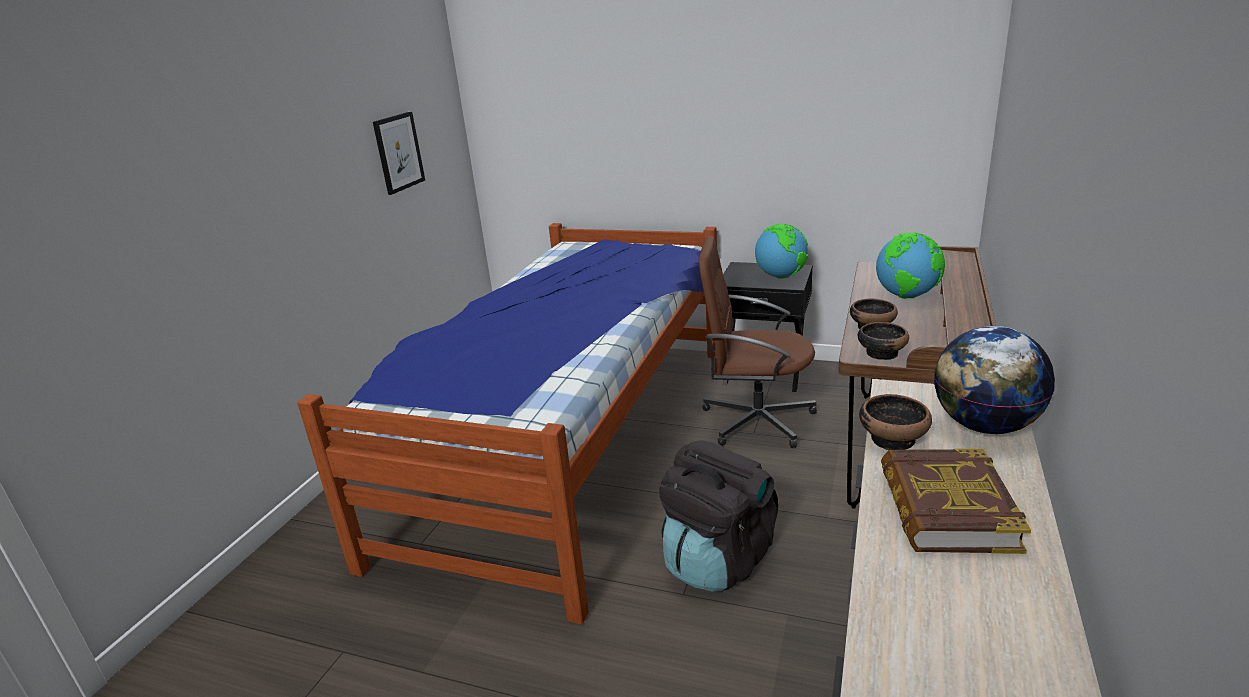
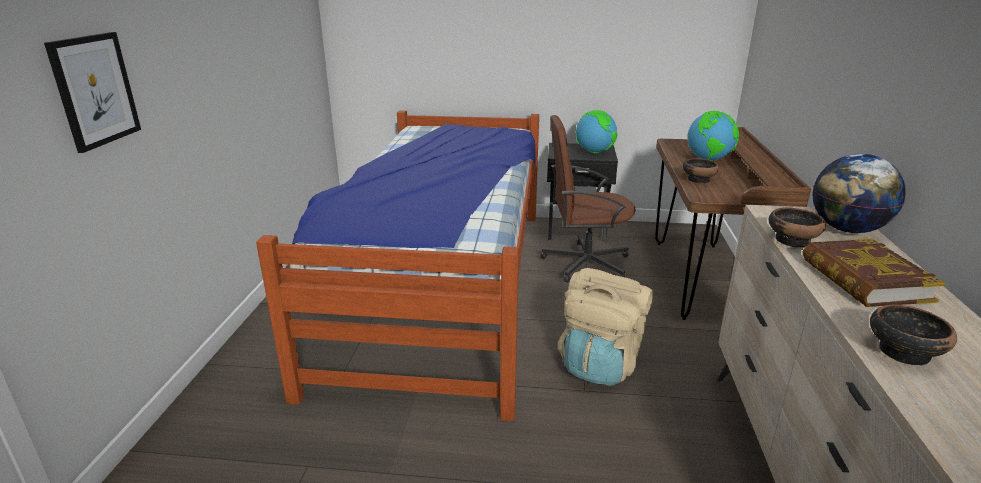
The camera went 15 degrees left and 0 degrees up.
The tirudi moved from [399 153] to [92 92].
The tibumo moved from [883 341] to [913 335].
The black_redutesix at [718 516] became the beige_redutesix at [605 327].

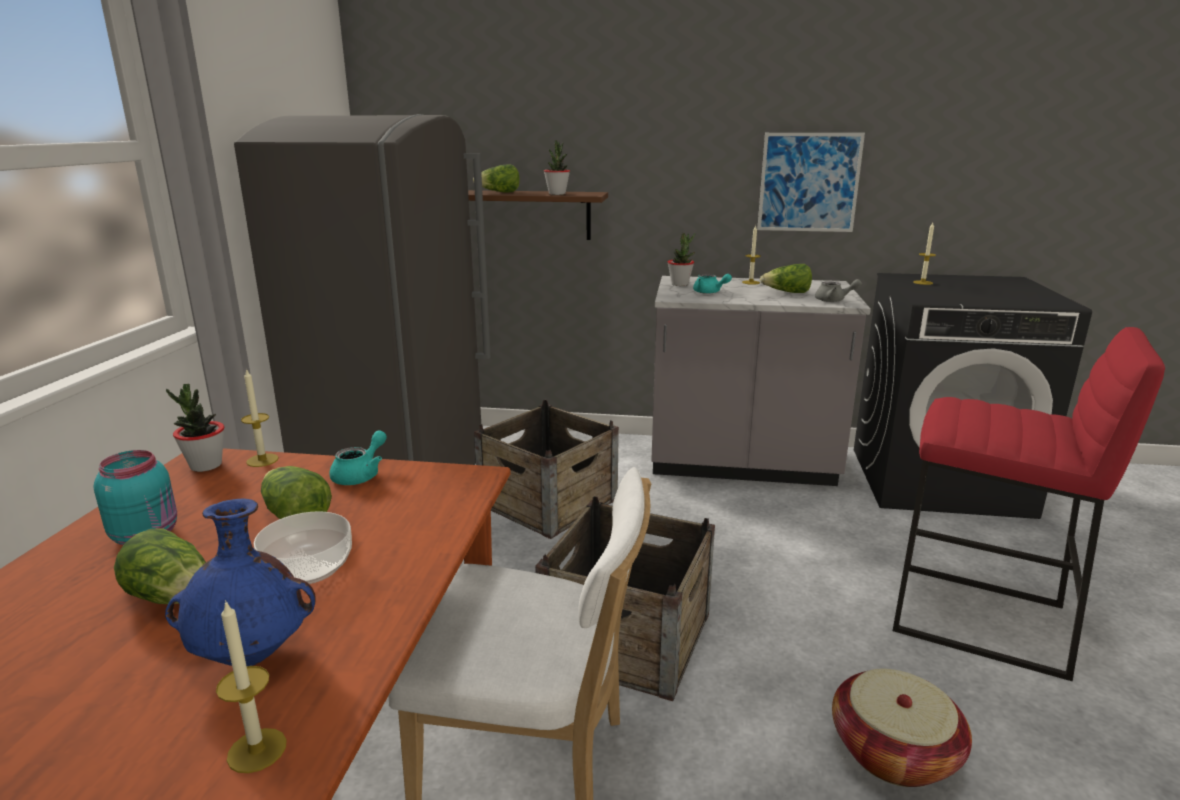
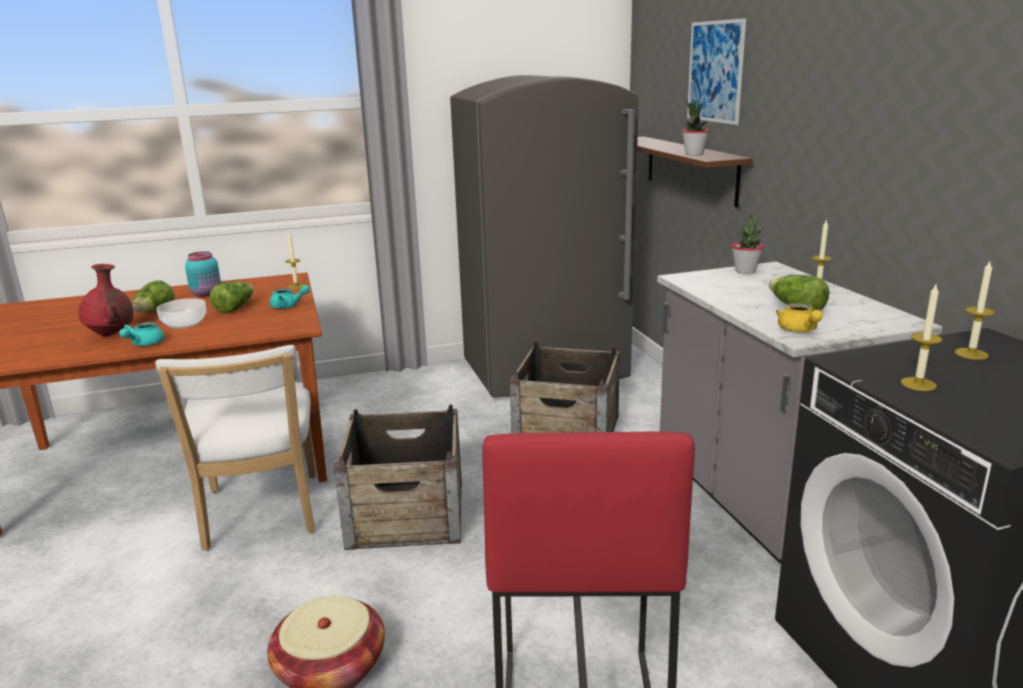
The camera went 65 degrees right and 0 degrees up.
The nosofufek at [195 428] disappeared.
The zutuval at [496 178] disappeared.
The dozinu moved from [251 686] to [922 338].
The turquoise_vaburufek moved from [712 284] to [142 334].
The tirudi moved from [811 182] to [716 71].
The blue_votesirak at [240 582] became the red_votesirak at [106 300].
The grey_vaburufek at [838 290] became the yellow_vaburufek at [799 317].

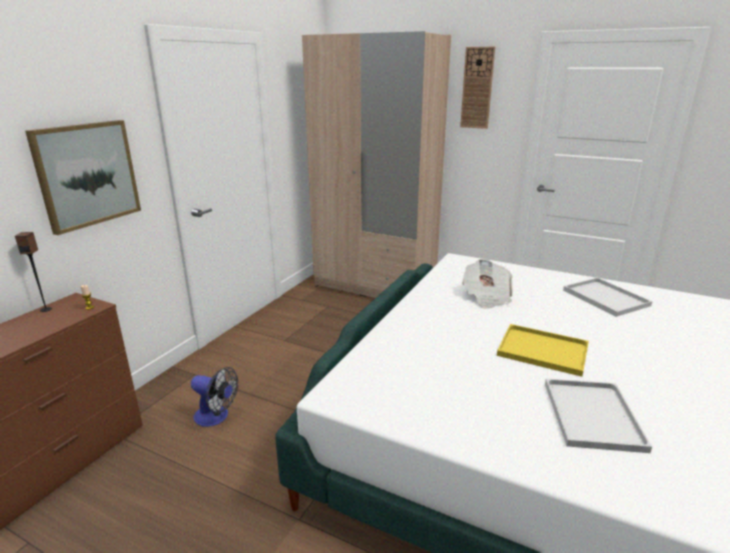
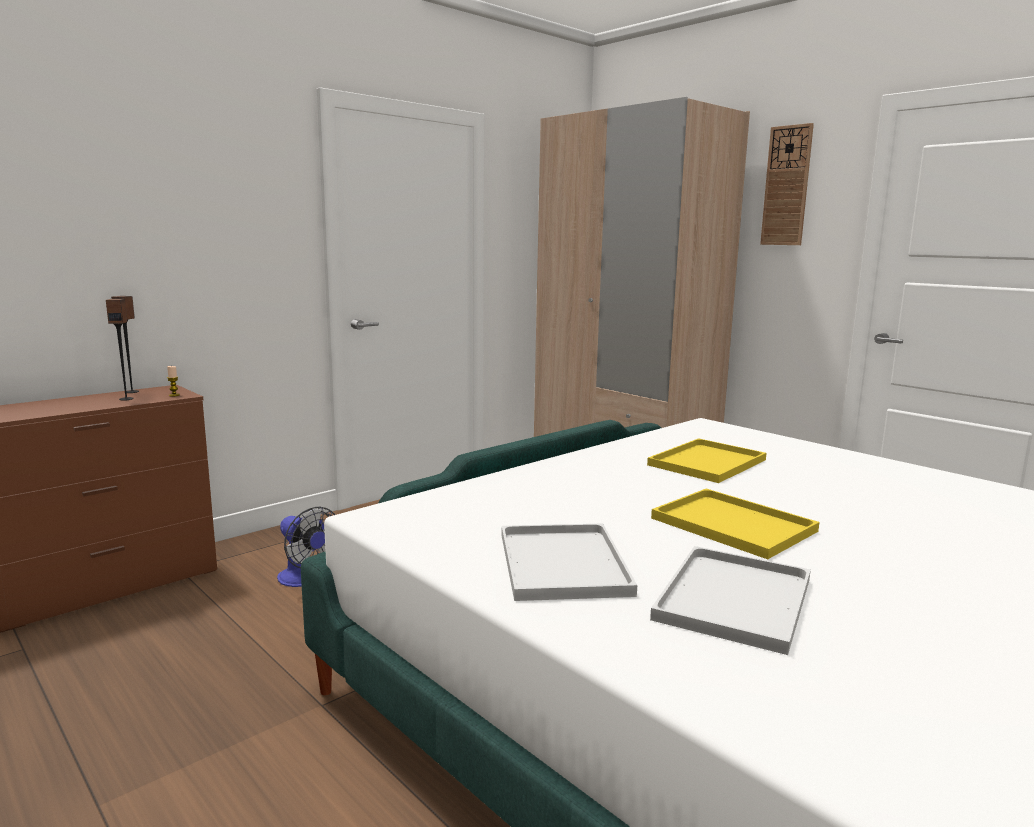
The camera went 20 degrees right and 10 degrees down.
The tirudi at [83 177] disappeared.
The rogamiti at [120 350] appeared.
The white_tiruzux moved from [607 297] to [569 562].
The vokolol at [487 284] was replaced by the yellow_tiruzux at [706 460].

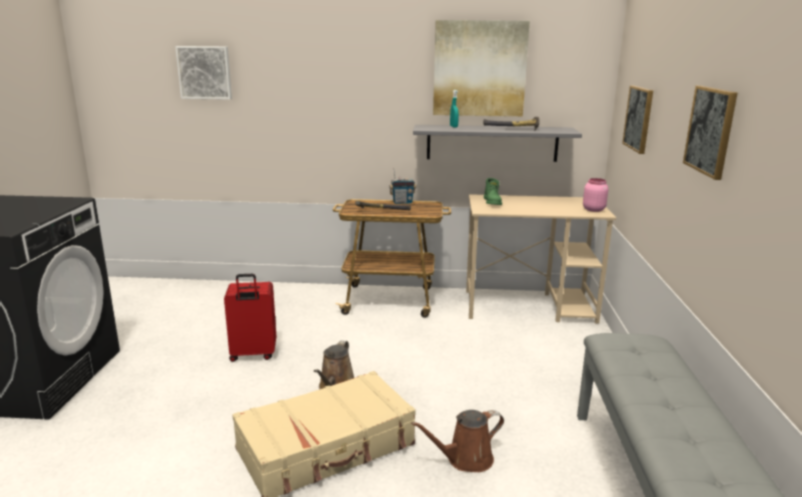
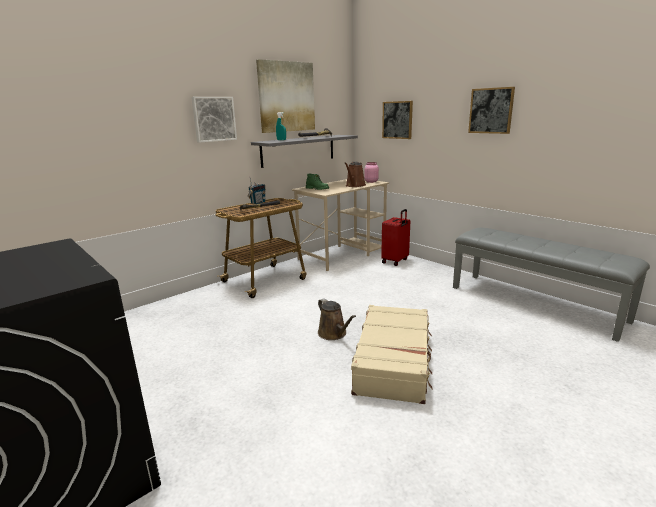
The camera went 45 degrees left and 0 degrees up.
The tirudi moved from [203 73] to [214 120].
The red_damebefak moved from [250 318] to [395 237].
The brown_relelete moved from [457 441] to [355 174].

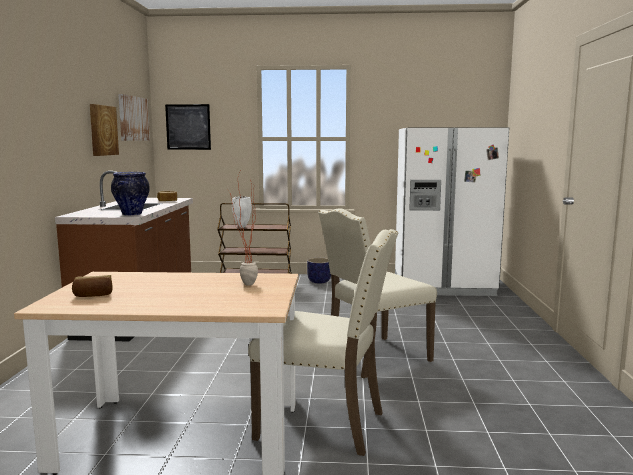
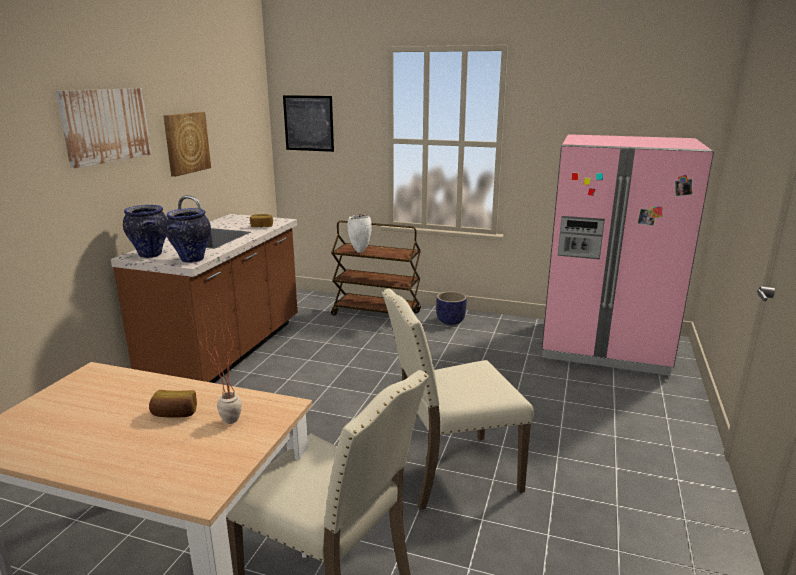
The camera went 15 degrees right and 10 degrees up.
The votesirak at [145 231] appeared.
The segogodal moved from [92 286] to [173 404].
The tirudi moved from [134 117] to [104 128].
The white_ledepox at [452 211] became the pink_ledepox at [628 255].

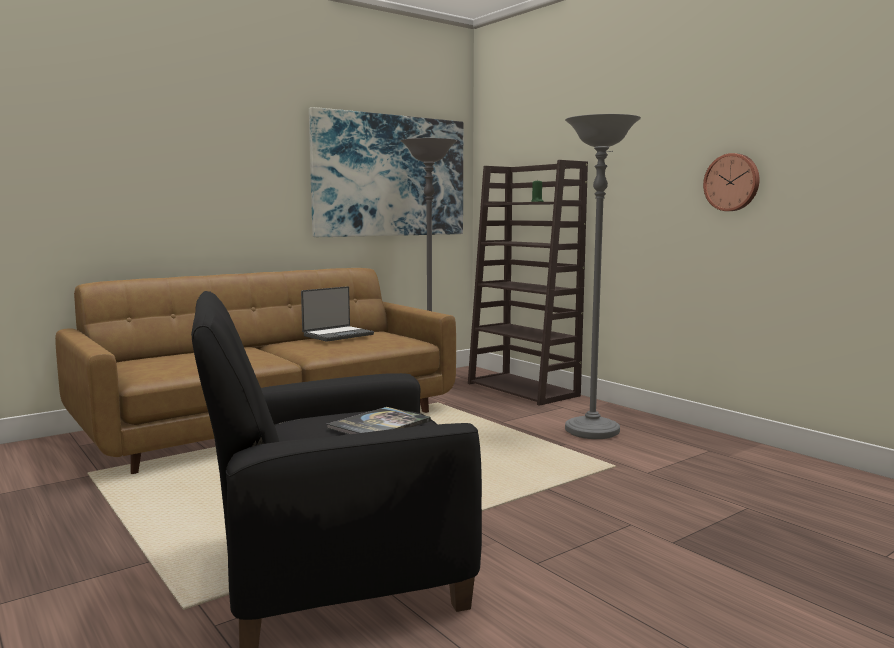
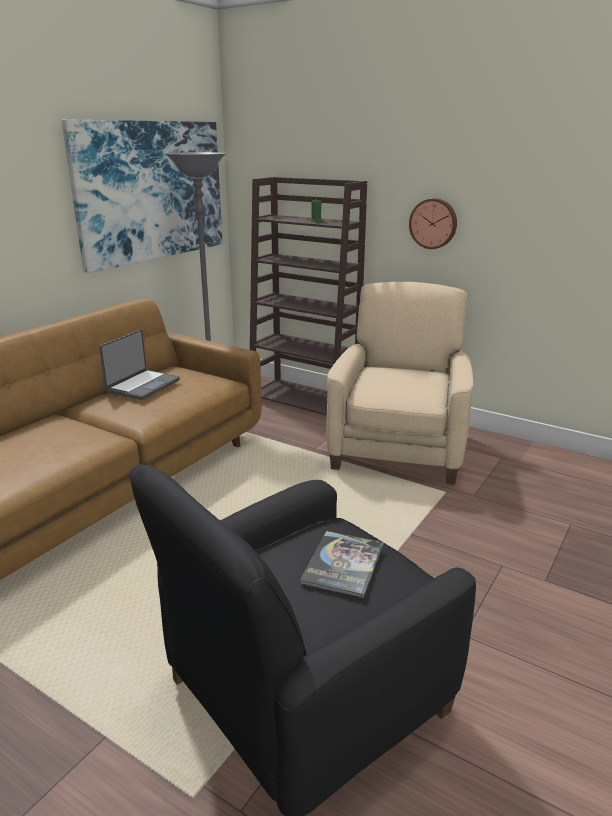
The camera went 20 degrees left and 15 degrees up.
The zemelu moved from [731 182] to [433 223].
The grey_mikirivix at [603 276] was replaced by the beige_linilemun at [400 383].

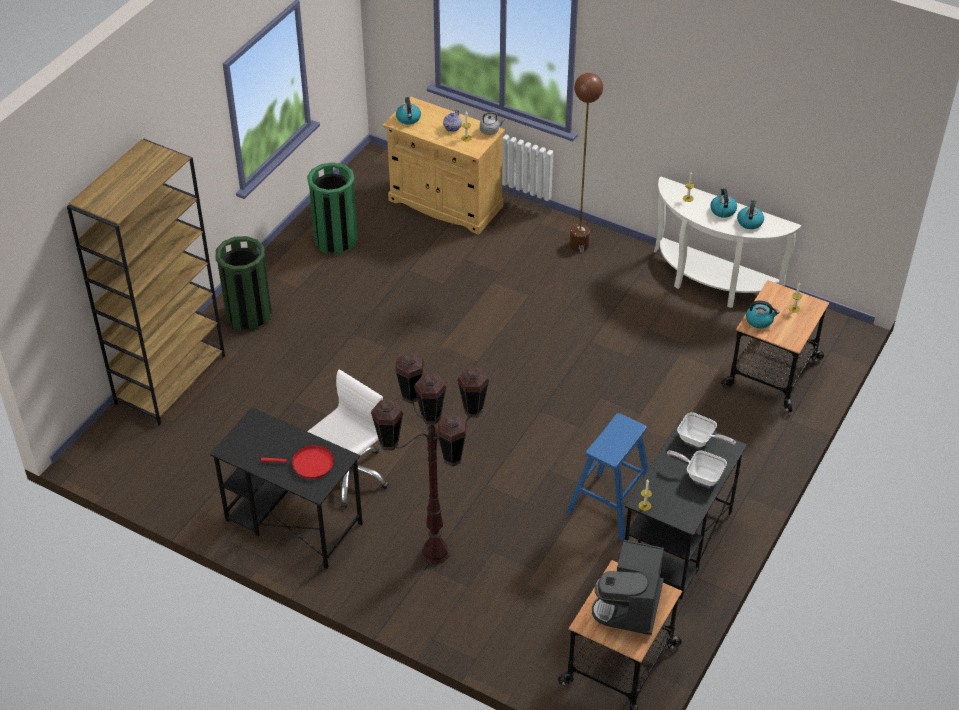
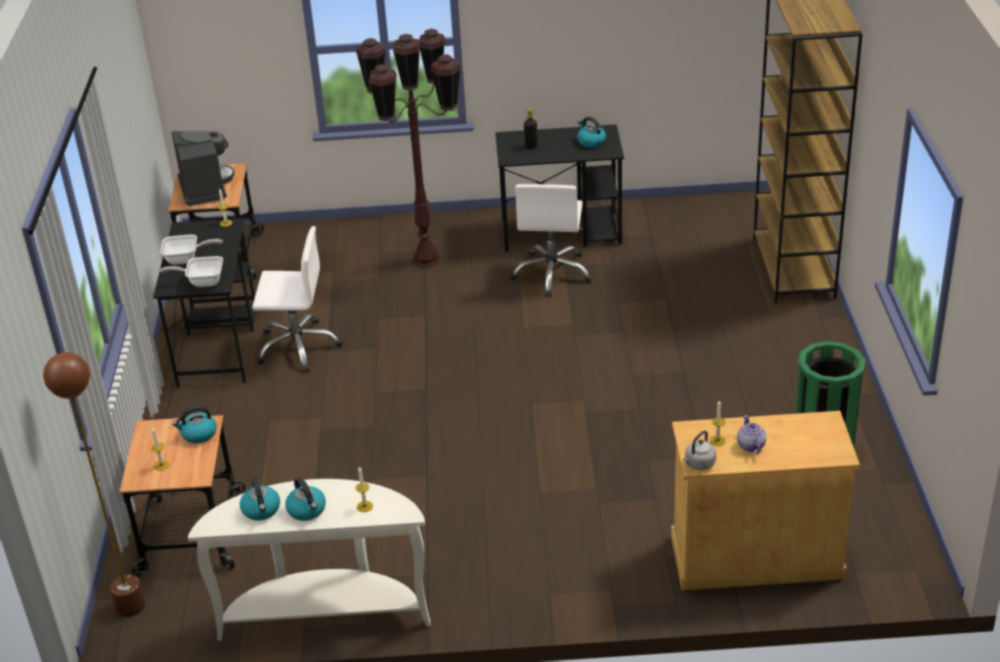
The camera went 150 degrees right and 10 degrees down.
The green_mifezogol at [243 283] disappeared.
The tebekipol moved from [408 111] to [591 132].
The brown_mikirivix moved from [586 162] to [94 484].
The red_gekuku at [297 462] was replaced by the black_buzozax at [530 129].
The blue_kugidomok at [607 477] was replaced by the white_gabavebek at [297 299].

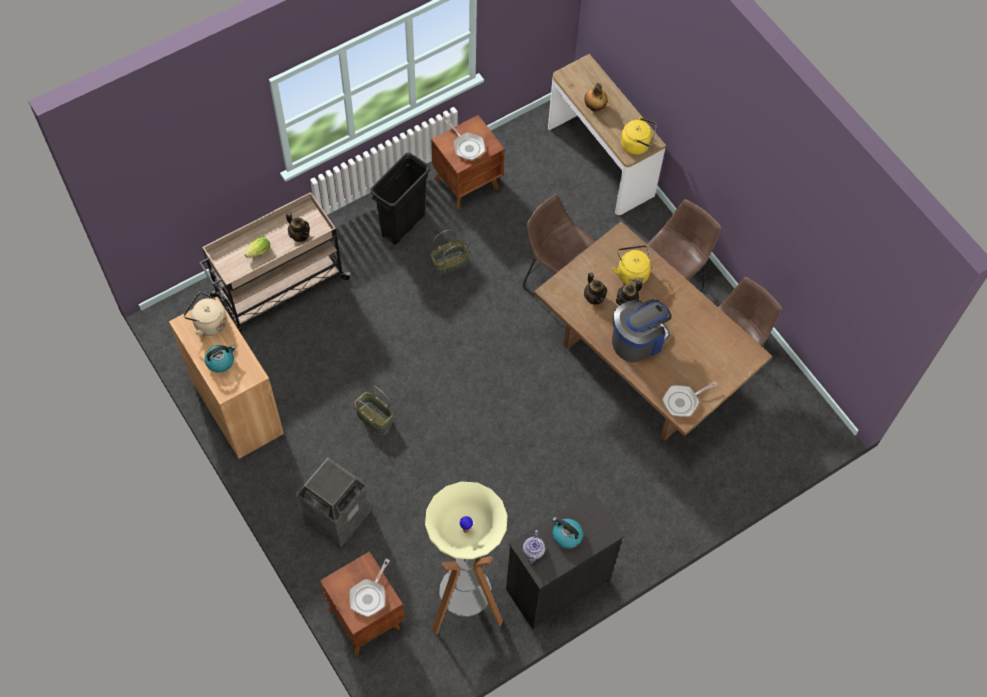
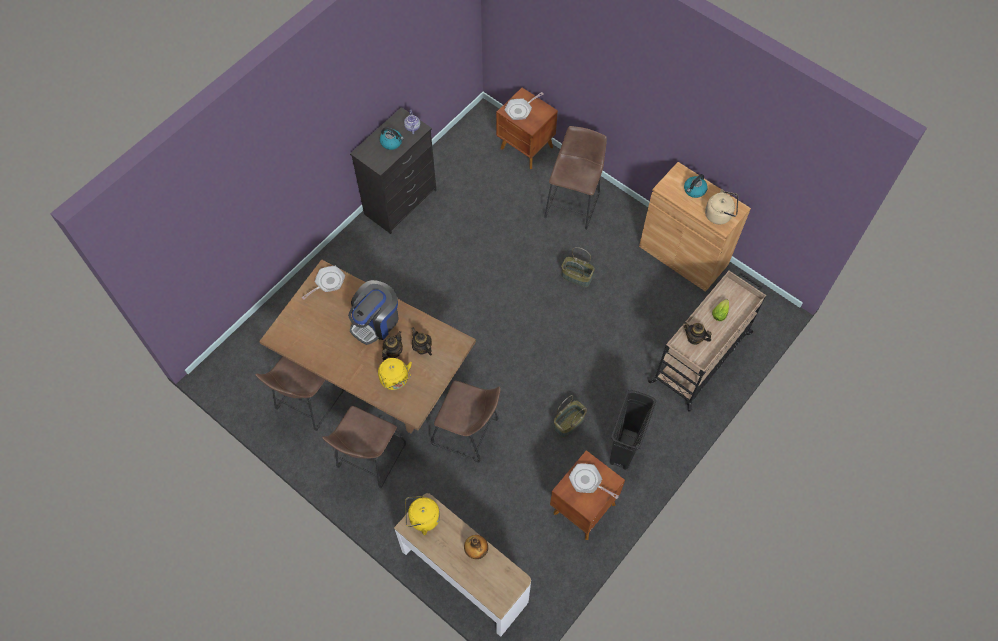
The camera went 165 degrees right and 0 degrees up.
The mikirivix at [466 558] disappeared.
The mifezogol at [333 502] was replaced by the brown_kugidomok at [575 178].
The gekuku at [369 587] turned 135 degrees counterclockwise.

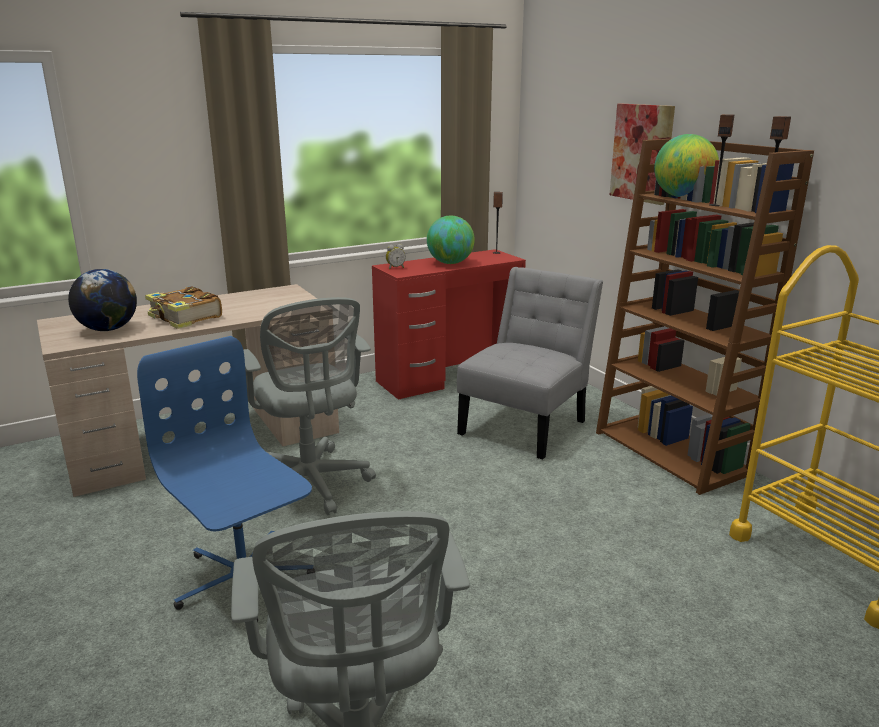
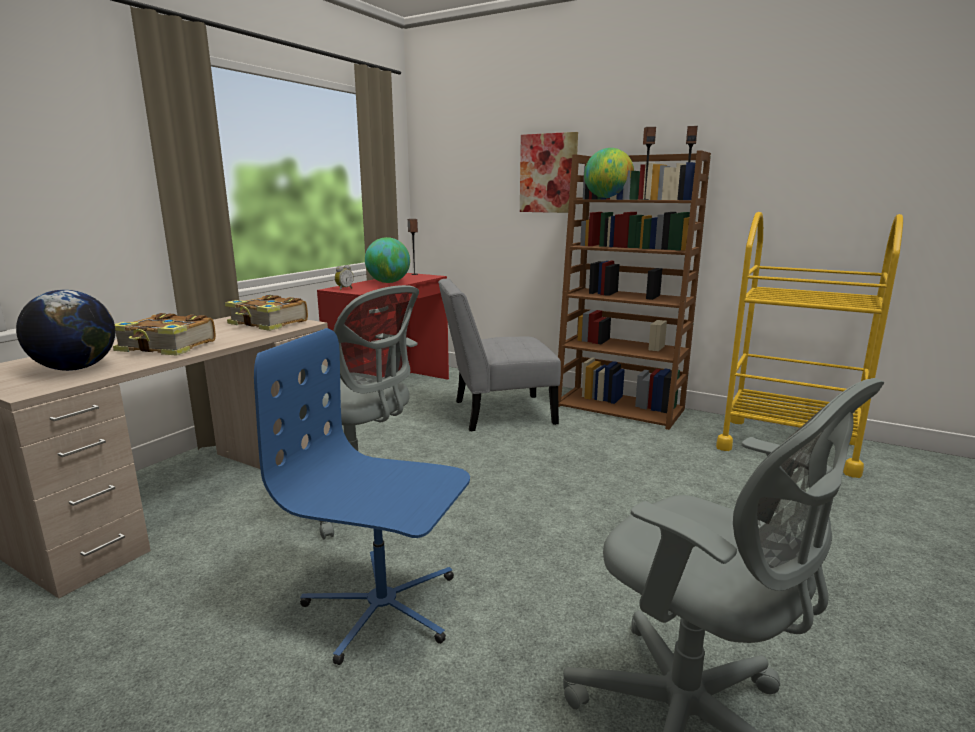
The camera went 30 degrees left and 5 degrees down.
The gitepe at [266 313] appeared.
The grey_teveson at [530 363] turned 105 degrees counterclockwise.

